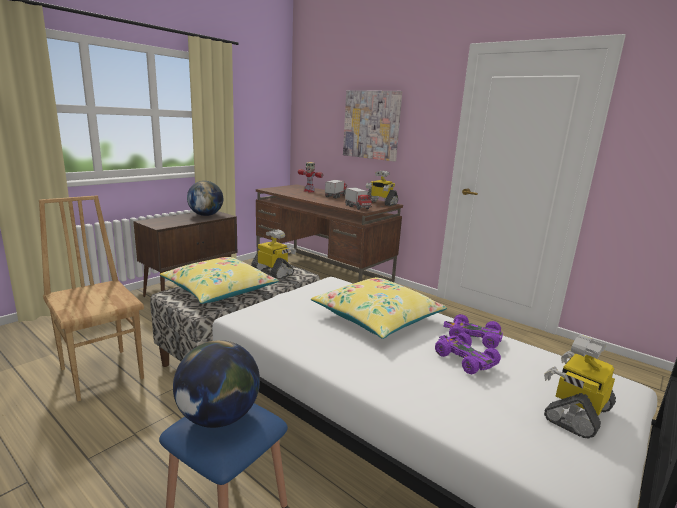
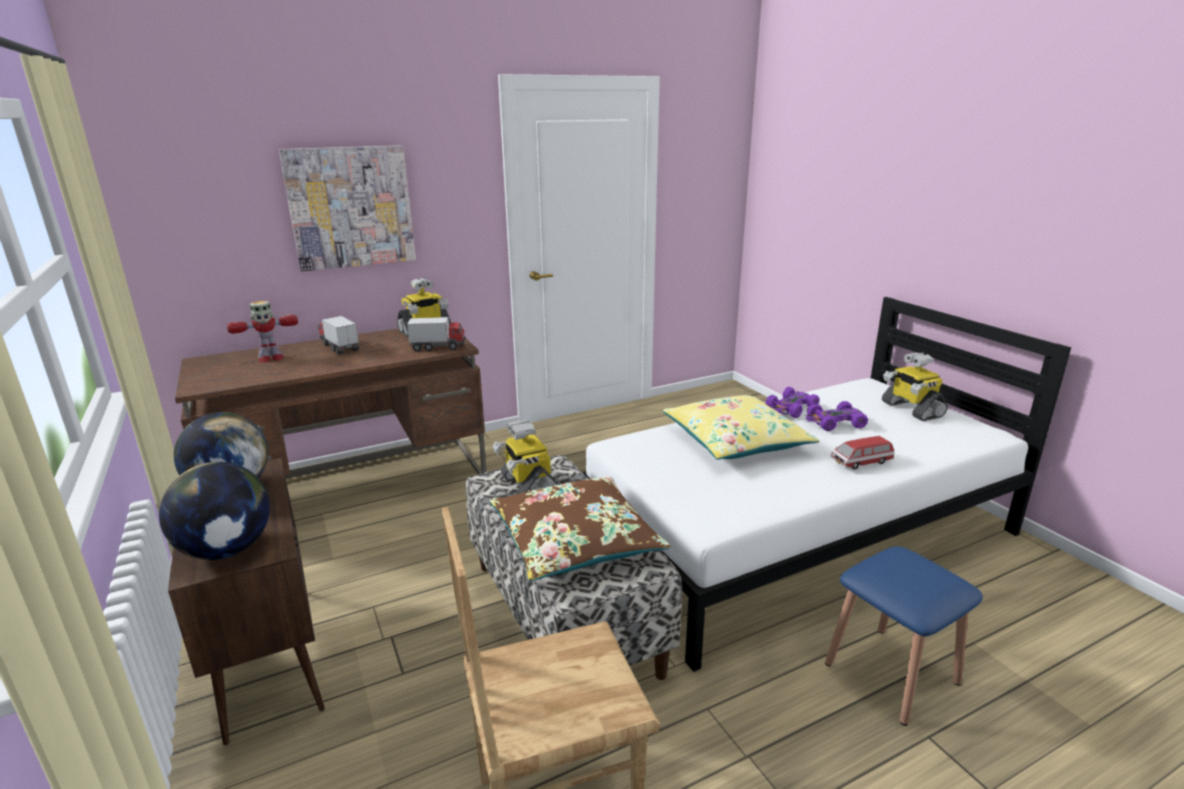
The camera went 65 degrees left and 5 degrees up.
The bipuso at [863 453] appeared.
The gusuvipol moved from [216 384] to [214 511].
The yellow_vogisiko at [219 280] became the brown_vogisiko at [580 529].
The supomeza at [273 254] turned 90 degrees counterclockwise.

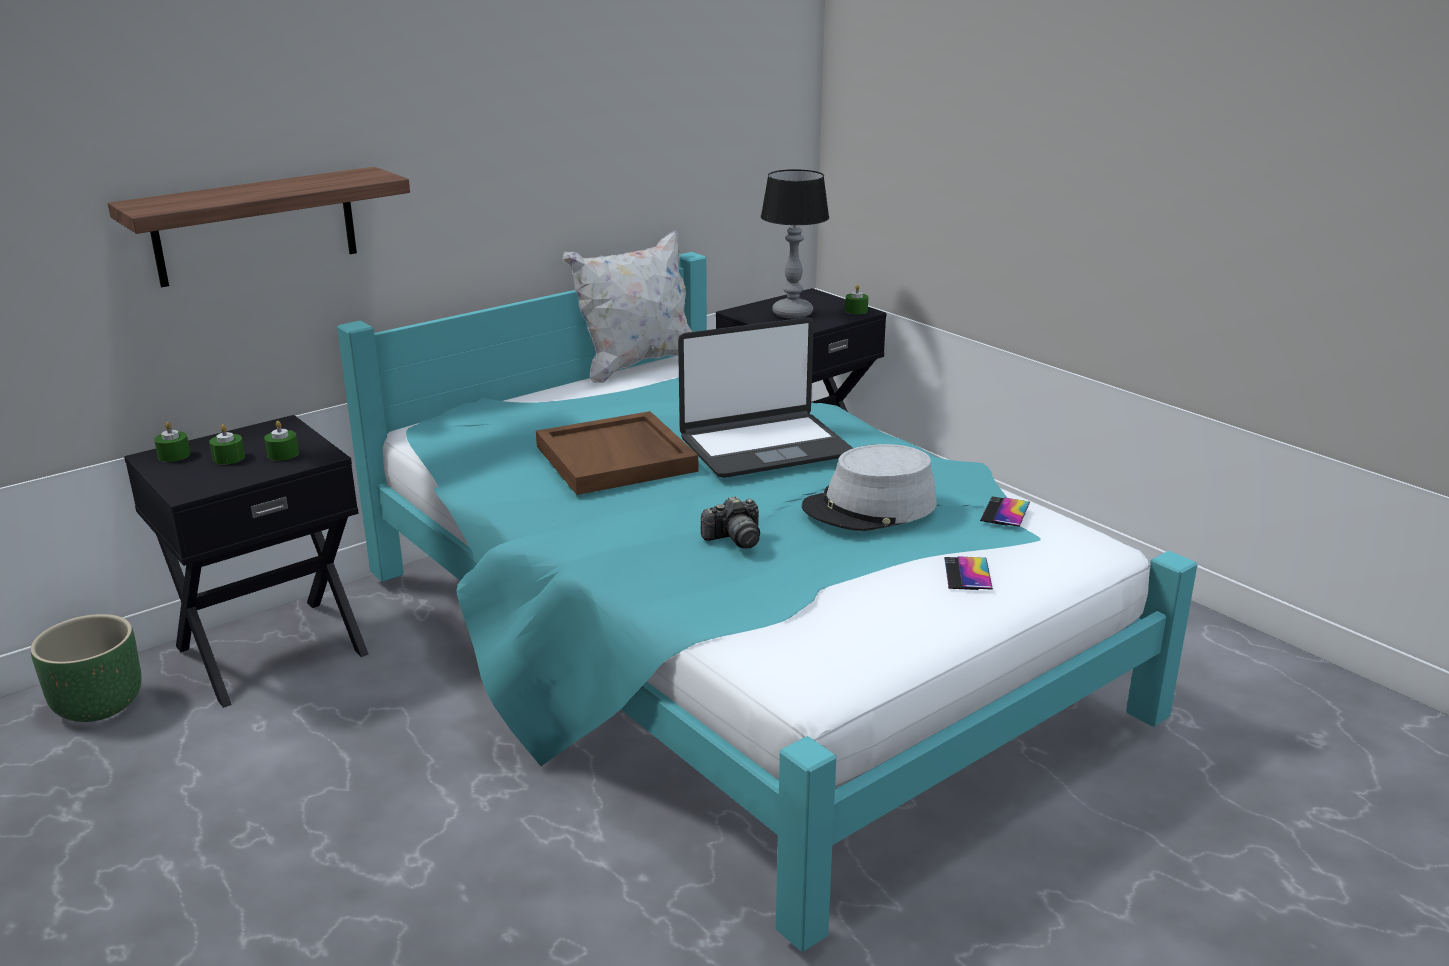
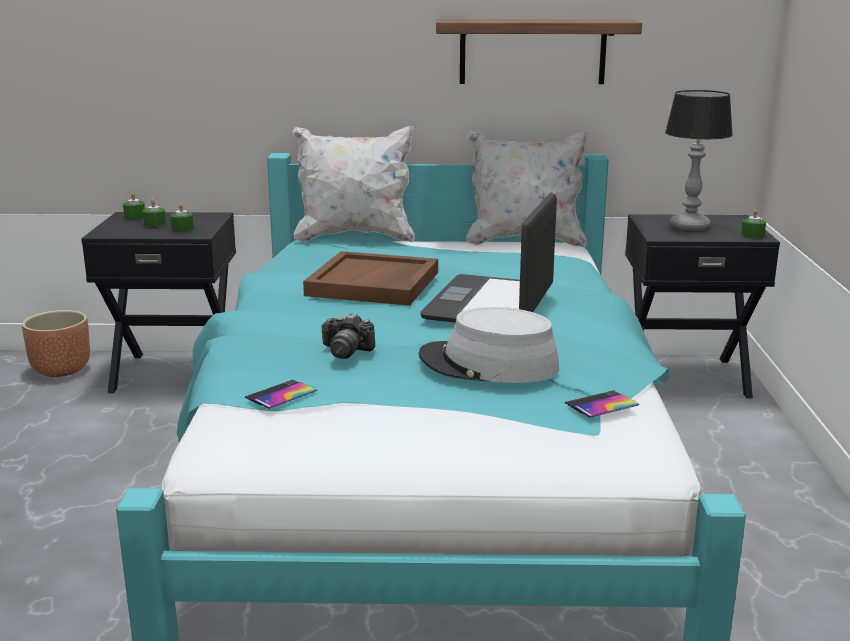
The camera went 40 degrees right and 5 degrees down.
The white_vogisiko at [353 184] appeared.
The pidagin moved from [259 227] to [539 51].
The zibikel moved from [968 573] to [281 394].
The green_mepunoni at [86 668] became the brown_mepunoni at [56 343].
The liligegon at [765 397] turned 90 degrees clockwise.

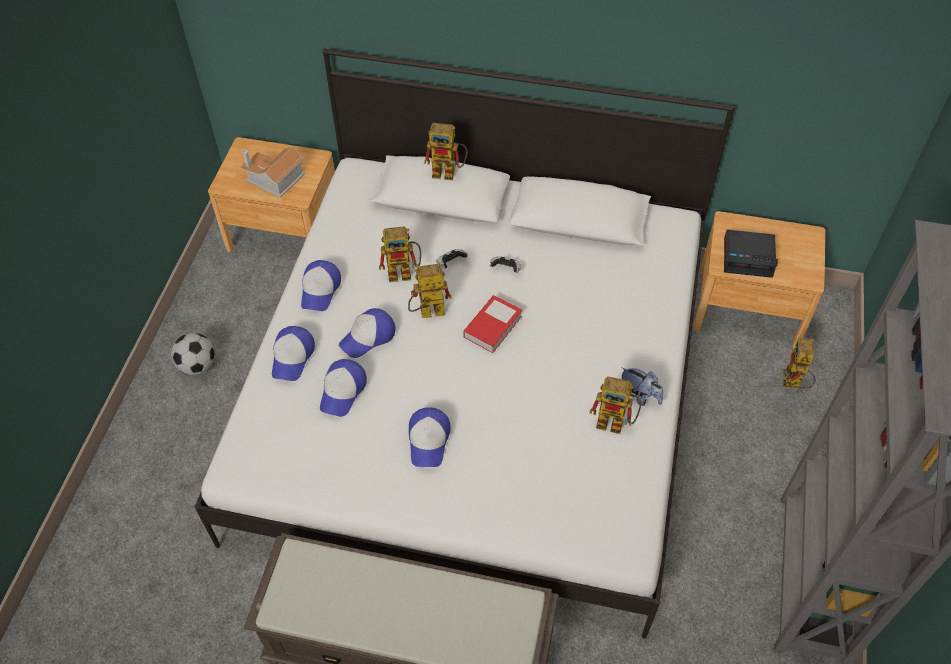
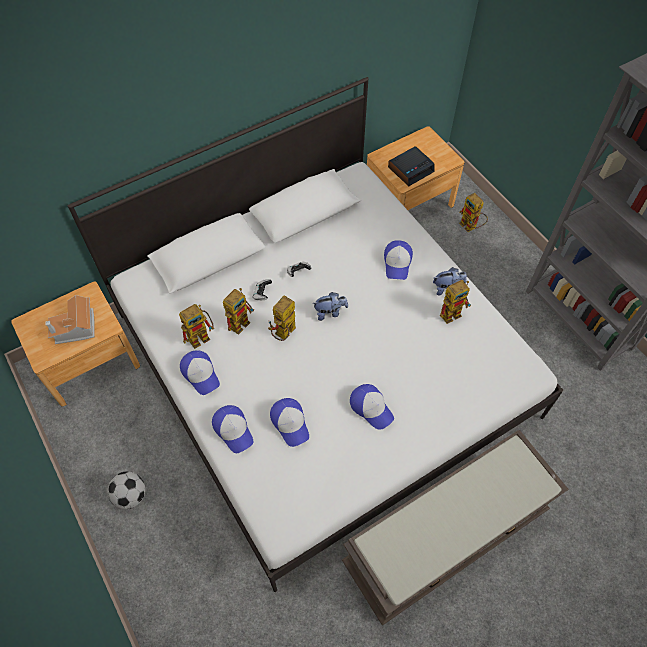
The camera went 45 degrees left and 5 degrees up.
The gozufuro moved from [367 333] to [398 260].
The supomeza moved from [445 151] to [196 326].
The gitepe at [492 324] was replaced by the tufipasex at [330 306].

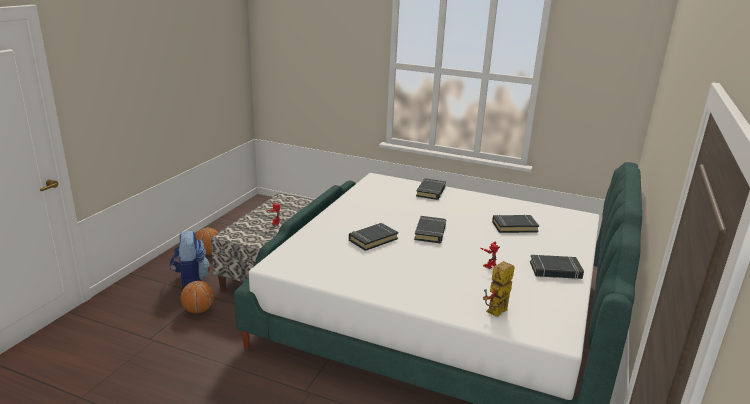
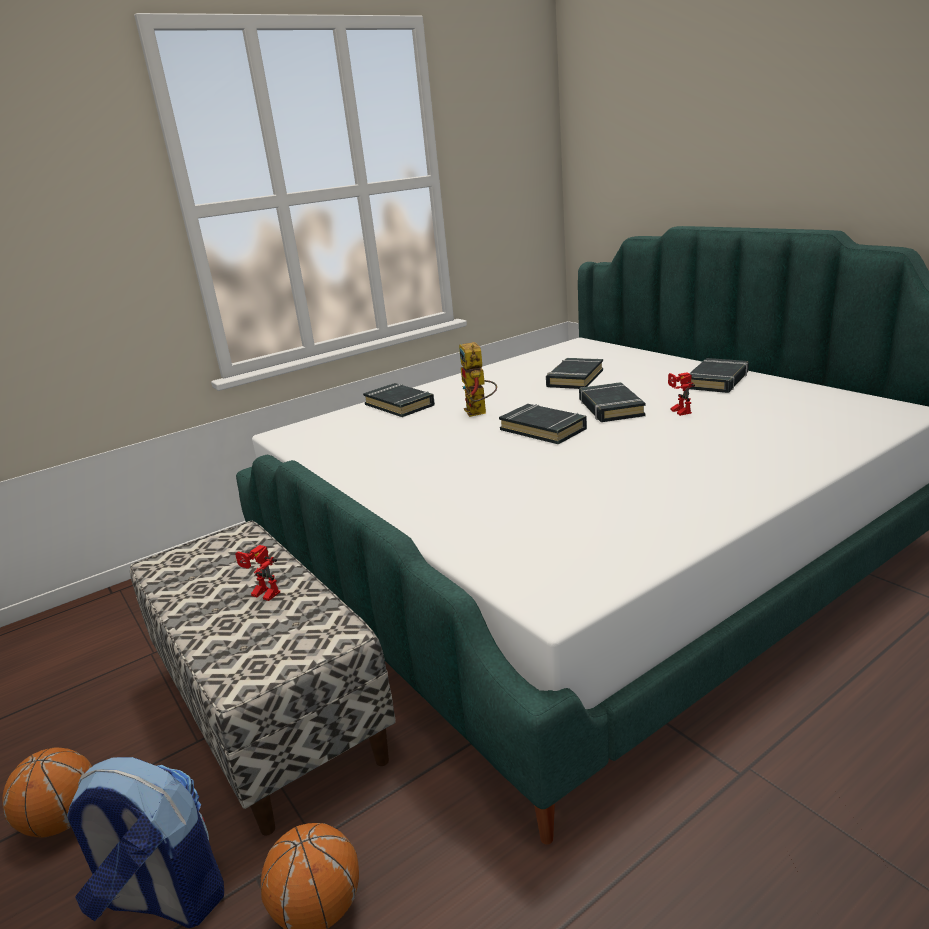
The camera went 55 degrees left and 0 degrees up.
The black_gitepe moved from [373 237] to [612 402].
The supomeza moved from [499 289] to [478 379].

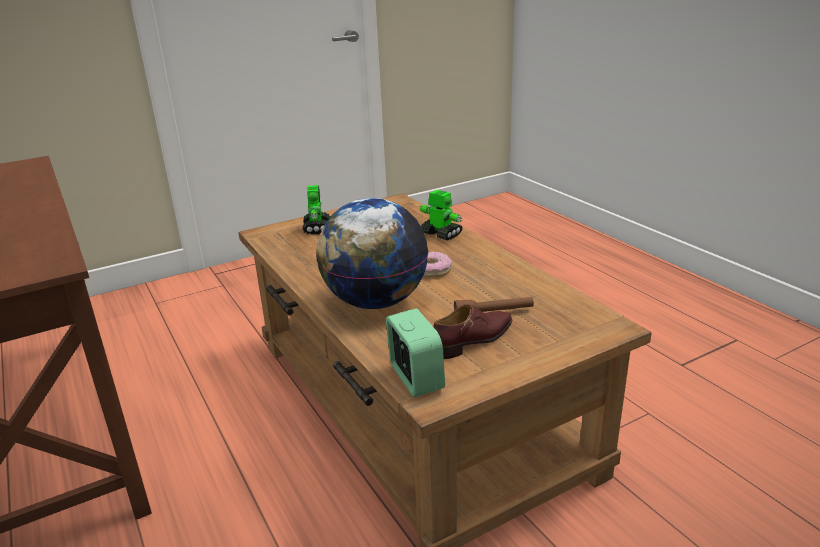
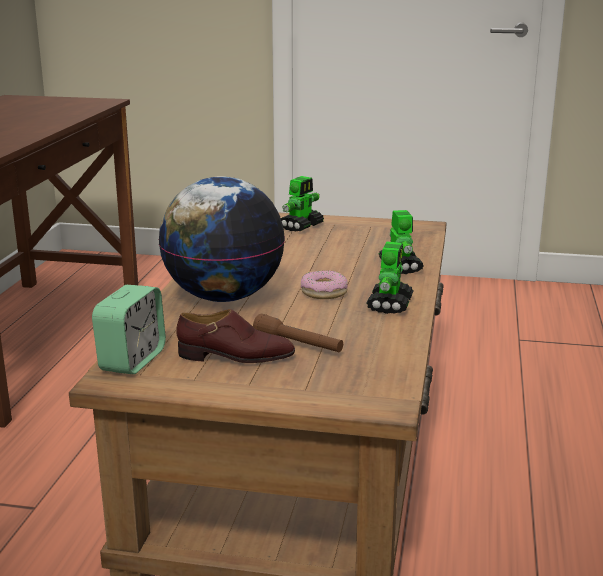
The camera went 40 degrees right and 5 degrees down.
The supomeza at [390 278] appeared.

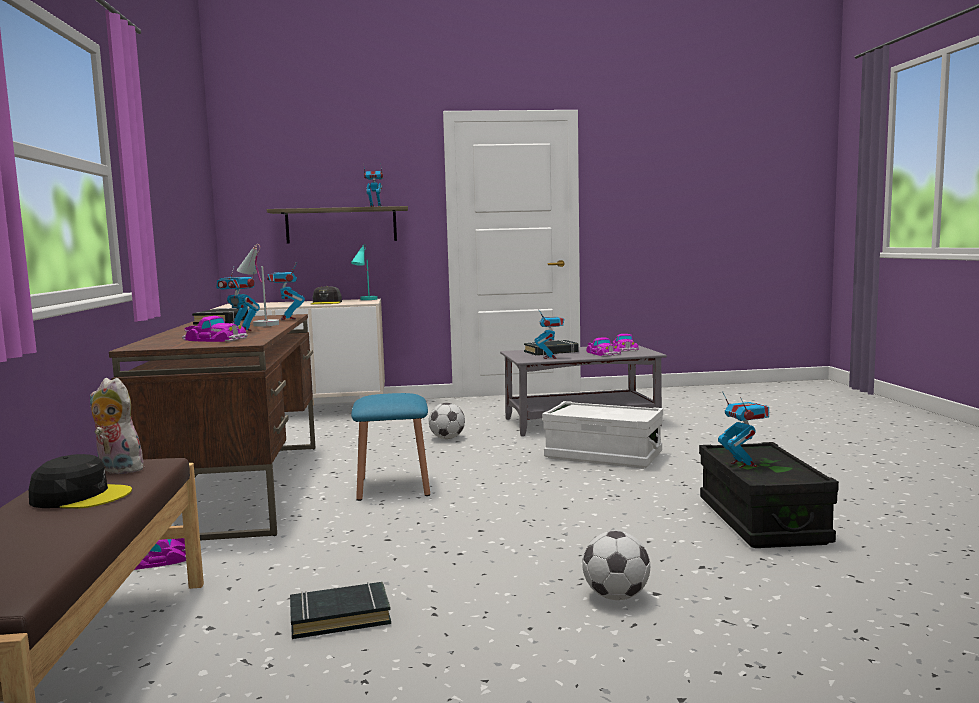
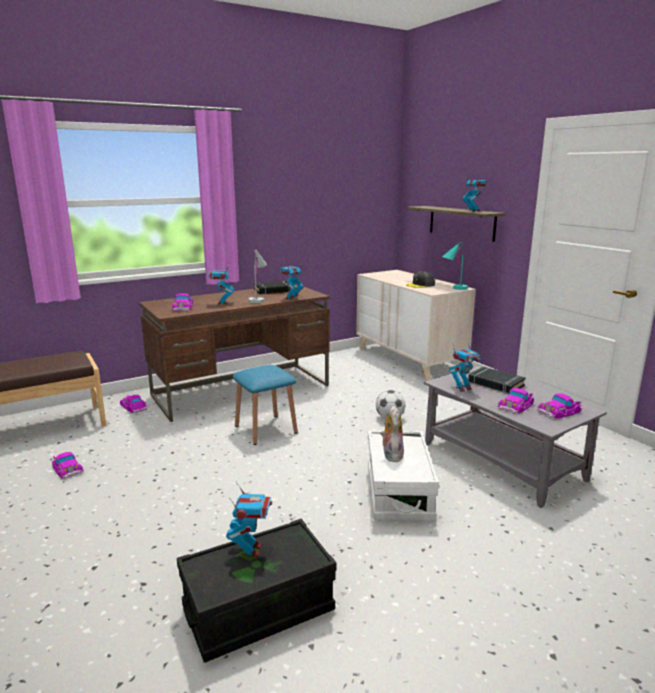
The camera went 65 degrees right and 10 degrees up.
The black_gozufuro at [80 481] disappeared.
The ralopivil at [616 565] disappeared.
The tufipasex moved from [119 426] to [392 434].
The black_gitepe at [340 610] was replaced by the bipuso at [67 465].
The supomeza at [743 429] turned 45 degrees counterclockwise.

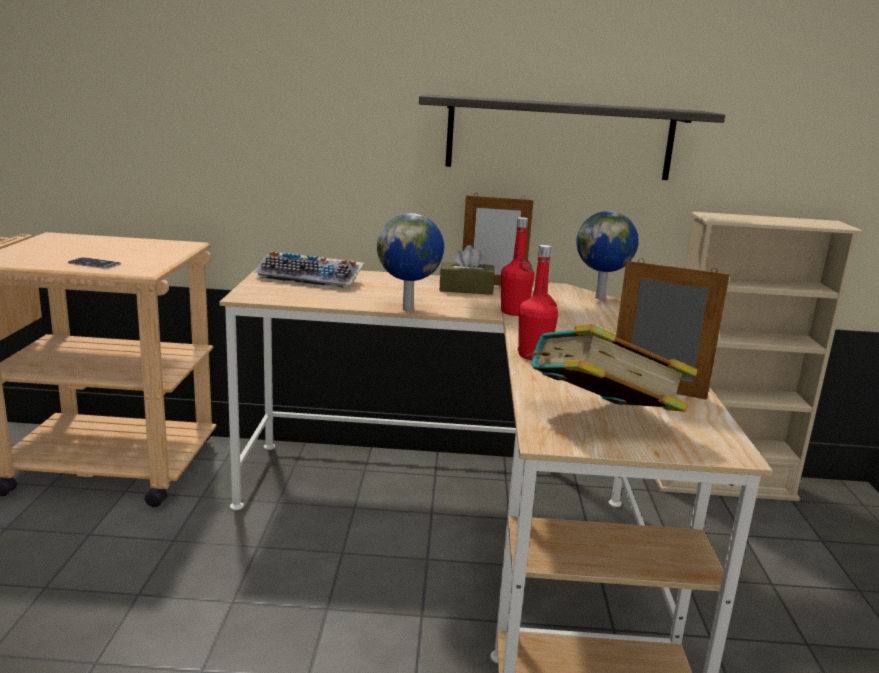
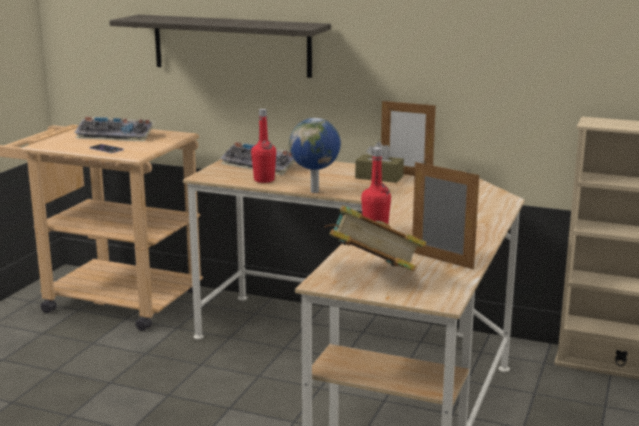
The camera went 20 degrees right and 0 degrees up.
The gusuvipol at [607 255] disappeared.
The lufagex at [115 129] appeared.
The pidagin moved from [572 137] to [220 46].
The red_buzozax moved from [517 266] to [263 146].

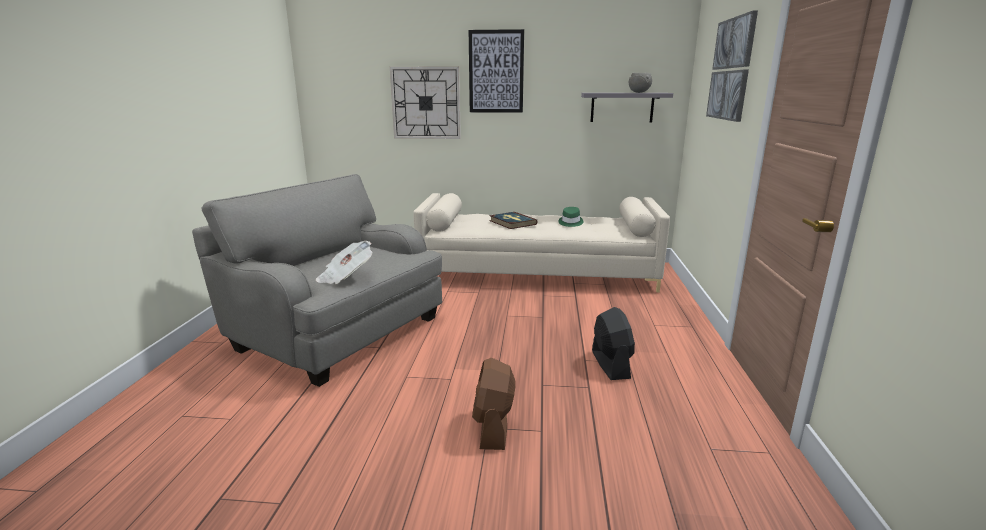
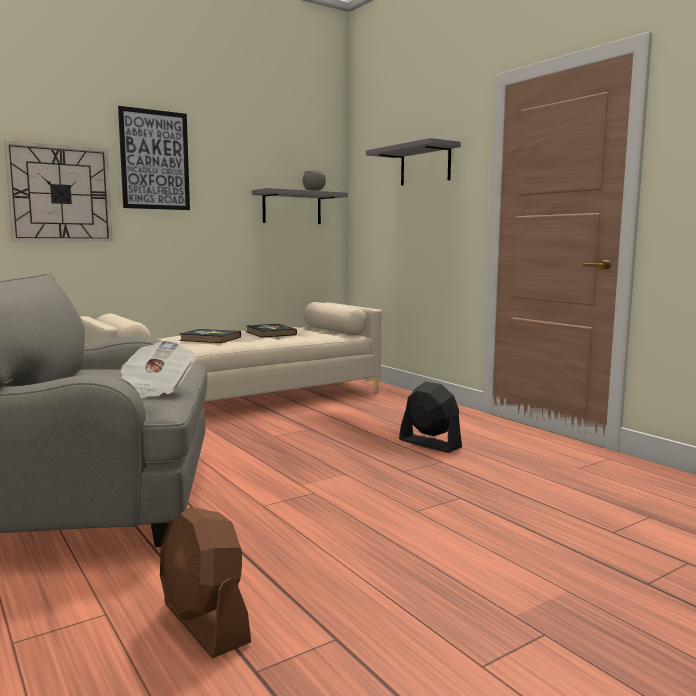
The camera went 40 degrees left and 10 degrees down.
The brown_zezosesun moved from [494 404] to [205 582].
The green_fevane at [570 217] was replaced by the gitepe at [271 331].
The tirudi at [732 66] was replaced by the grey_pidagin at [413 162].

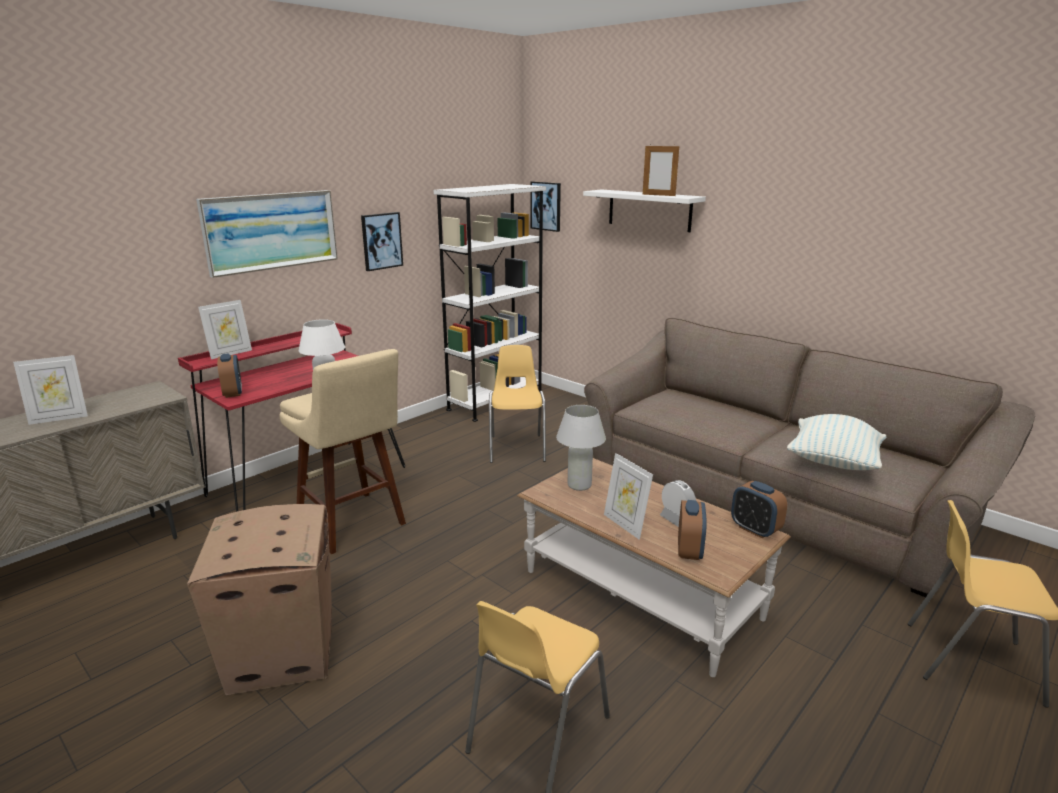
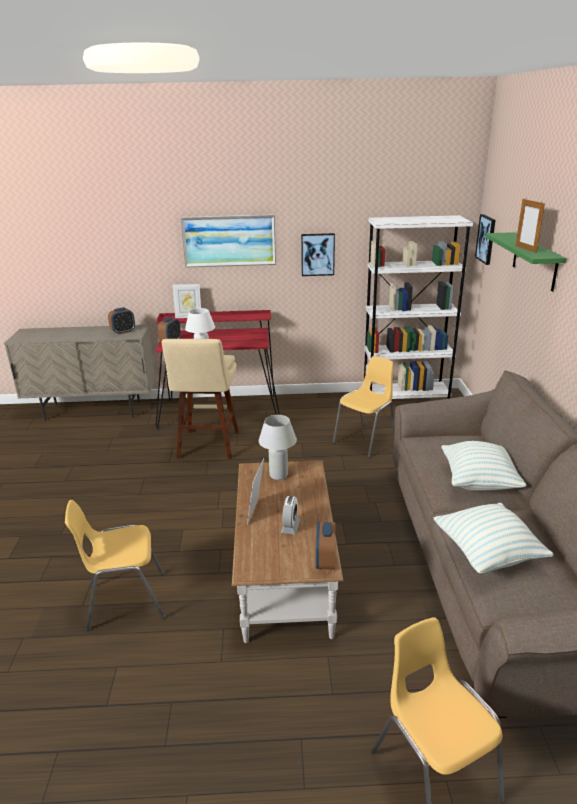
The camera went 45 degrees right and 5 degrees up.
The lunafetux at [50 390] disappeared.
The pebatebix at [259 599] disappeared.
The vogisiko at [484 466] appeared.
The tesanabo moved from [692 530] to [121 320].
The white_pidagin at [644 210] became the green_pidagin at [525 261].

